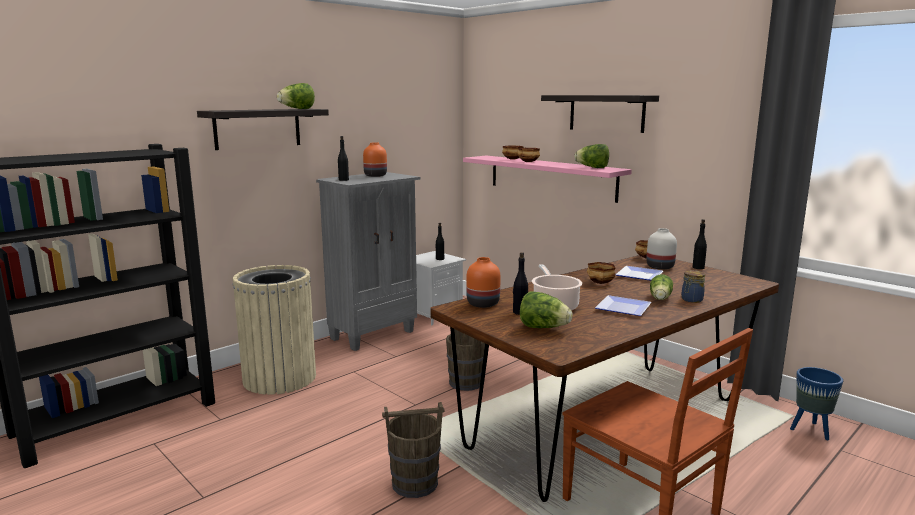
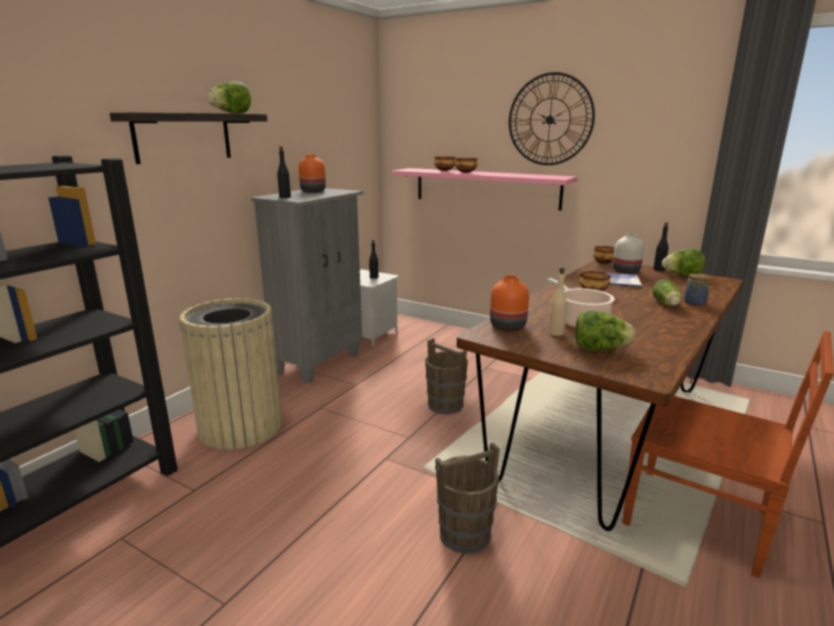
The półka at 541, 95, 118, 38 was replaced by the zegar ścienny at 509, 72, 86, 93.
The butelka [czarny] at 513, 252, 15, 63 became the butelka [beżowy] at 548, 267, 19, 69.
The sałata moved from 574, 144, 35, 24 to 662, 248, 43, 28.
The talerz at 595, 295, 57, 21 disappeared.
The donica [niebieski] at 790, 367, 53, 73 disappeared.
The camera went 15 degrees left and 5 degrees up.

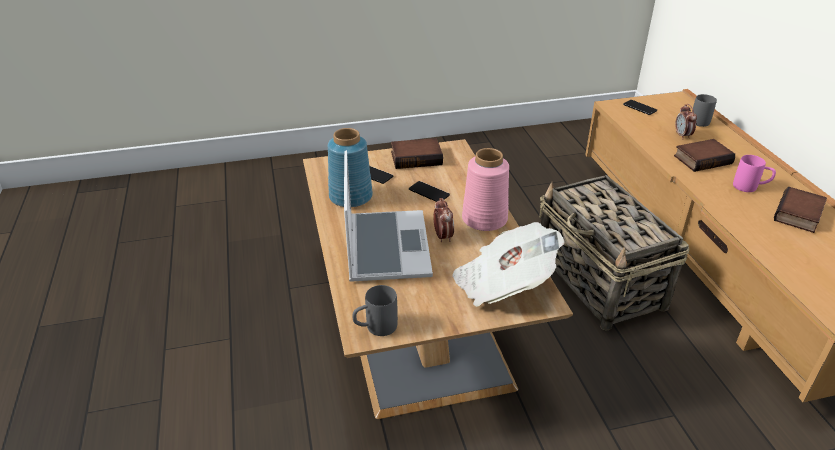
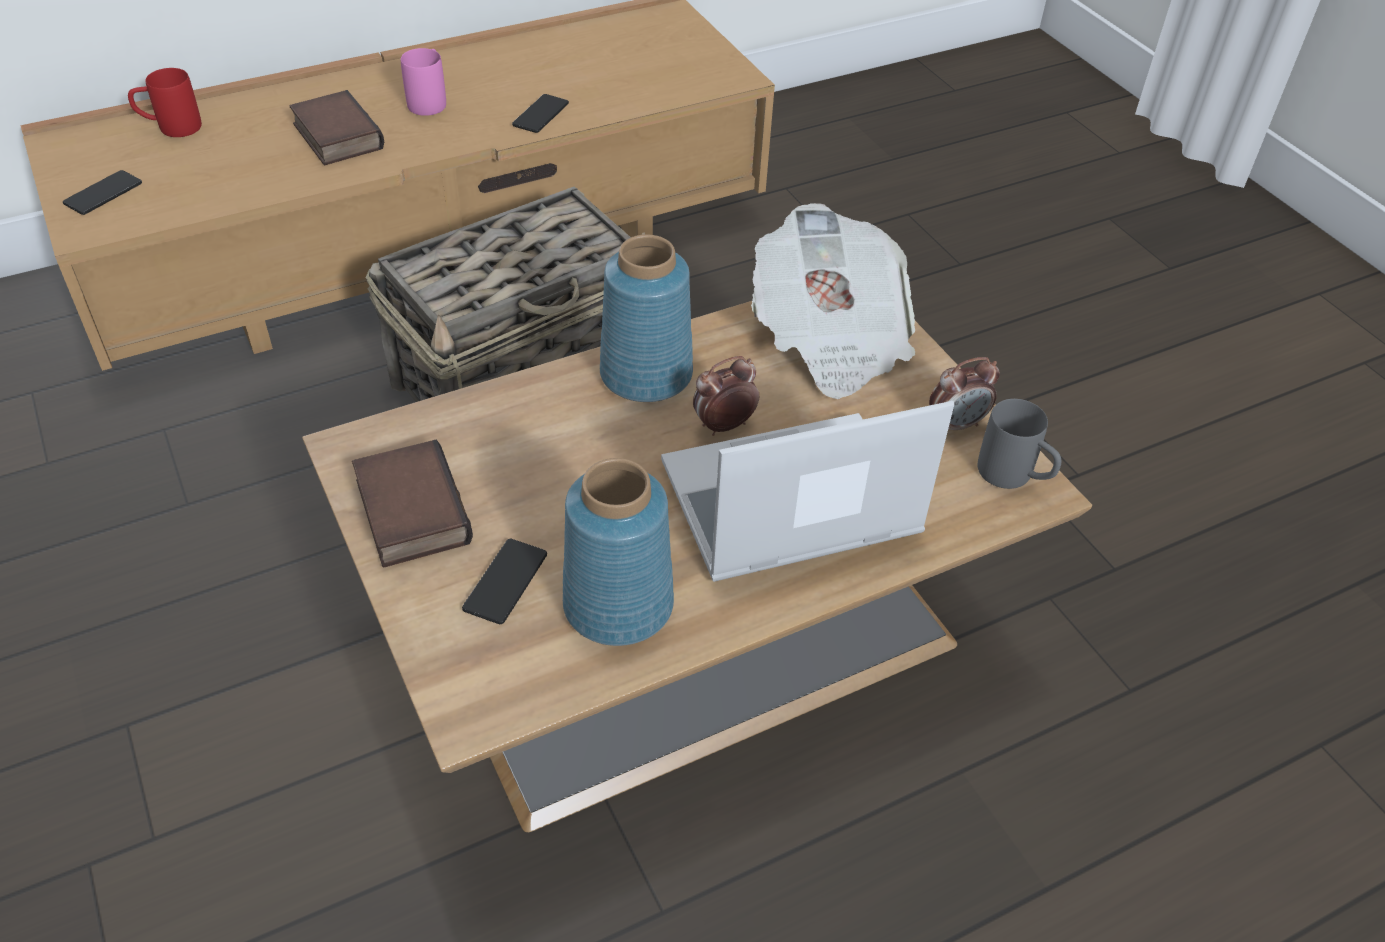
The kubek [szary] at 693, 94, 24, 33 became the kubek [czerwony] at 128, 68, 74, 69.
The telefon moved from 409, 181, 41, 21 to 512, 94, 57, 39.
The wazon [różowy] at 462, 148, 47, 83 became the wazon [niebieski] at 600, 234, 93, 168.
The budzik moved from 675, 104, 22, 36 to 929, 357, 71, 73.
The książka at 774, 186, 53, 47 disappeared.
The camera went 105 degrees left and 10 degrees up.

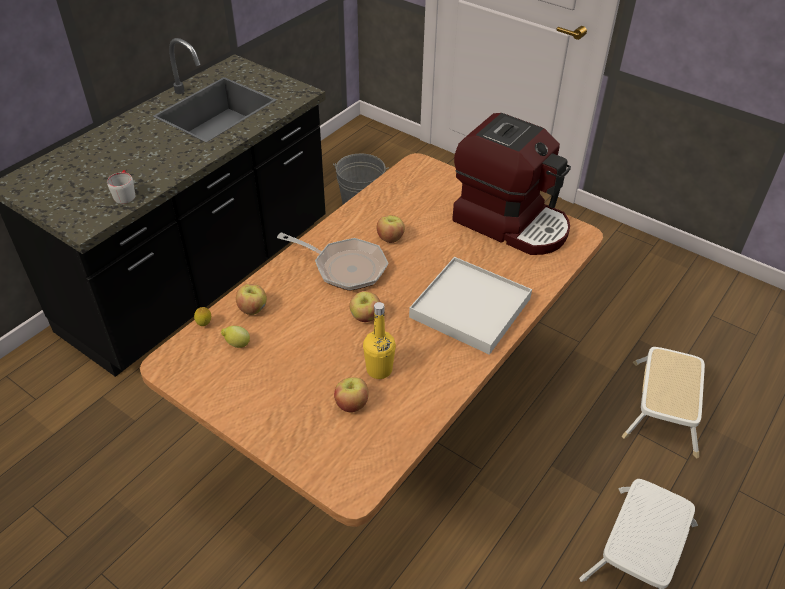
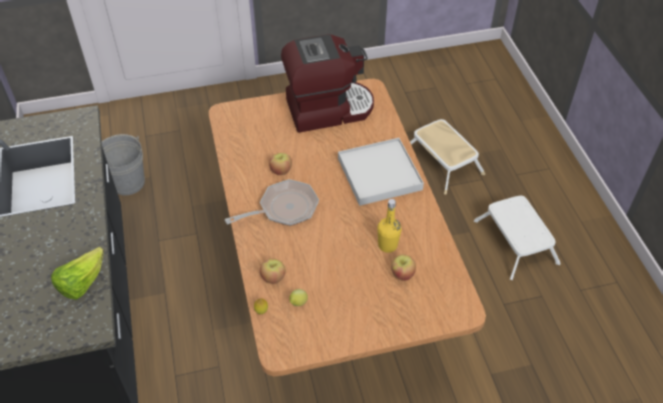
The kubek [szary] at 107, 170, 28, 34 was replaced by the sałata at 51, 247, 53, 53.
The jabłko at 349, 291, 32, 31 disappeared.
The camera went 50 degrees left and 5 degrees up.

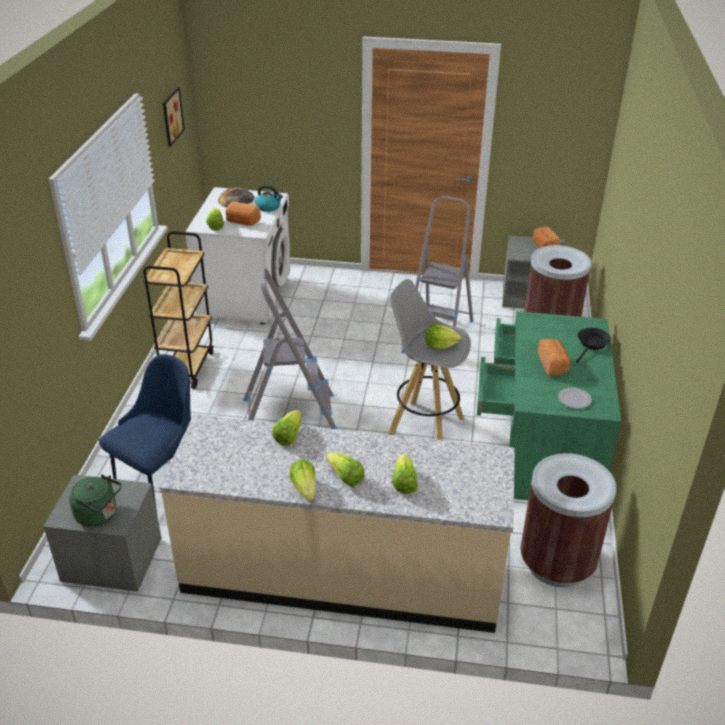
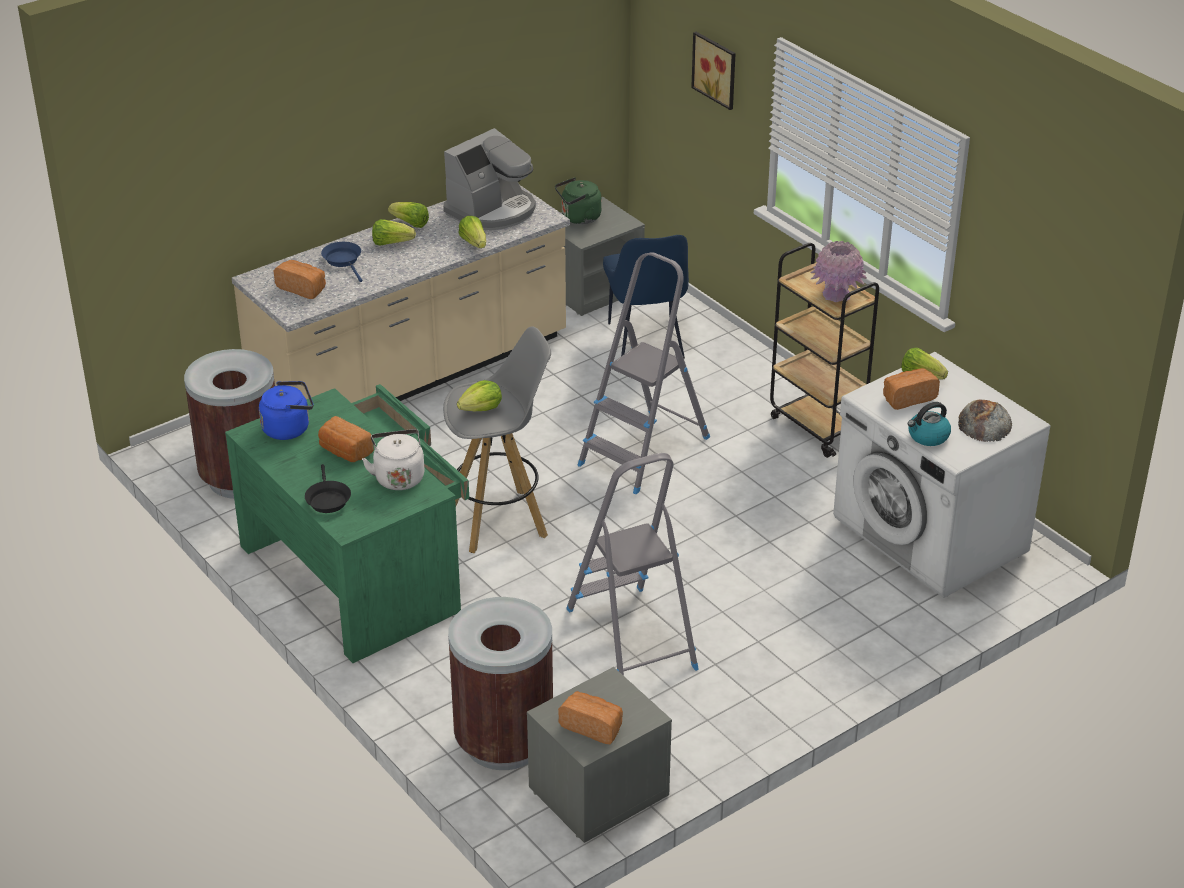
The talerz at 558, 388, 34, 21 was replaced by the czajnik [niebieski] at 259, 381, 54, 59.
The chleb at 274, 260, 52, 39 appeared.
The sałata at 392, 454, 26, 40 was replaced by the patelnia [niebieski] at 321, 242, 41, 40.
The czajnik [biały] at 362, 429, 63, 61 appeared.
The ekspres do kawy at 443, 128, 93, 102 appeared.
The obraz moved from 163, 87, 22, 59 to 691, 32, 45, 78.
The wazon [różowy] at 811, 241, 56, 61 appeared.
The camera went 135 degrees right and 0 degrees up.

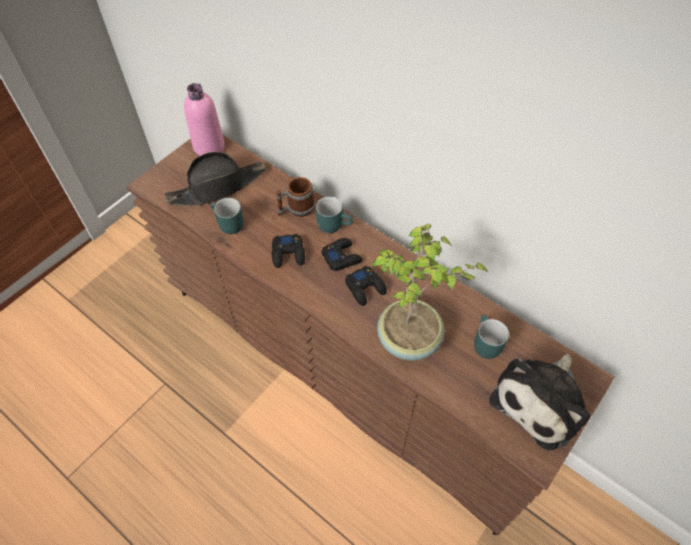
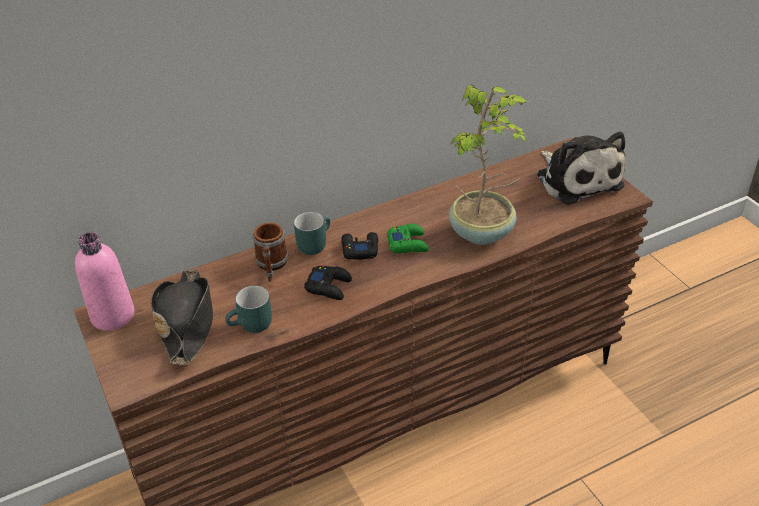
The pad do gier [czarny] at 345, 266, 42, 40 became the pad do gier [zielony] at 387, 224, 42, 29.
The kubek [turkusowy] at 474, 315, 35, 44 disappeared.
The camera went 65 degrees left and 15 degrees down.

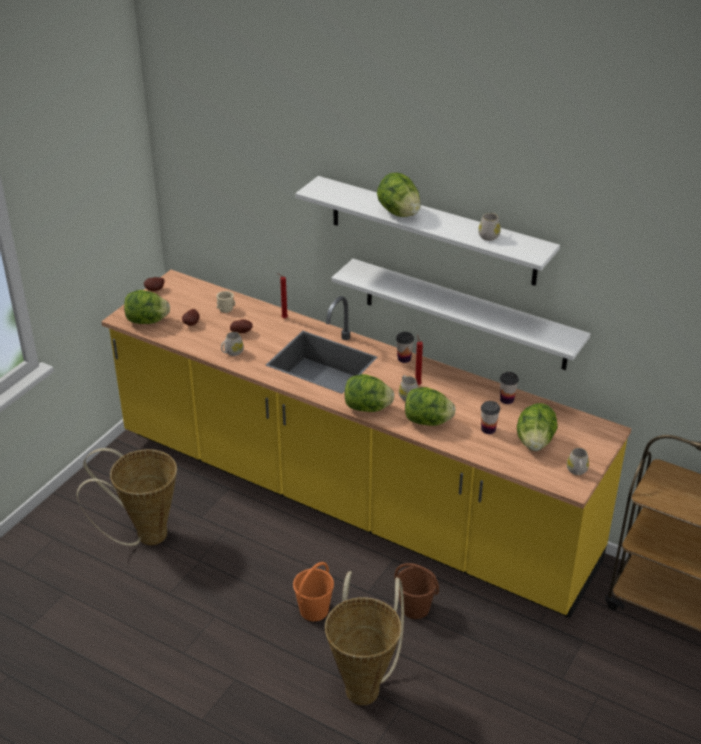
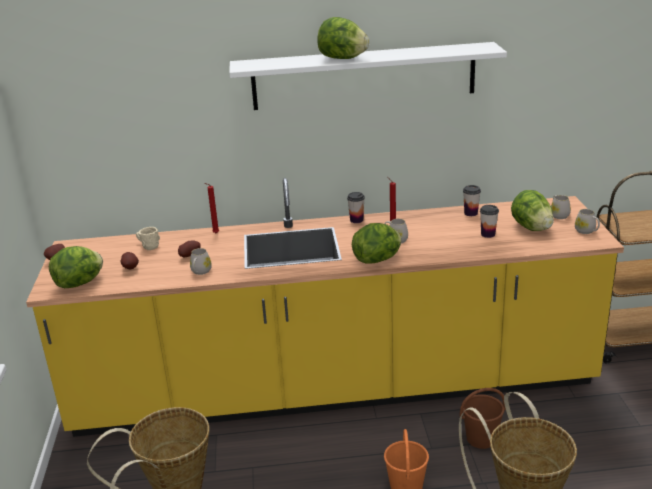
The kubek [biały] moved from 478, 213, 23, 28 to 551, 195, 20, 24.
The półka [biały] at 331, 259, 259, 111 disappeared.
The sałata at 405, 387, 51, 39 disappeared.
The camera went 35 degrees left and 10 degrees down.

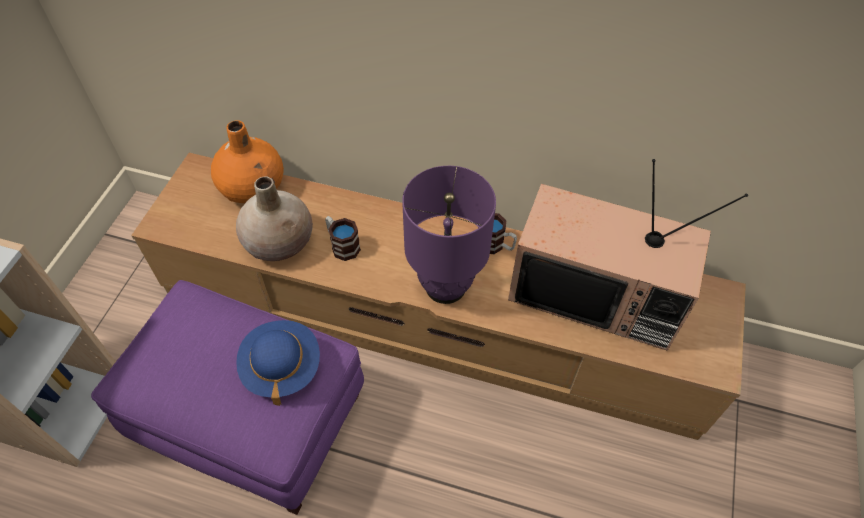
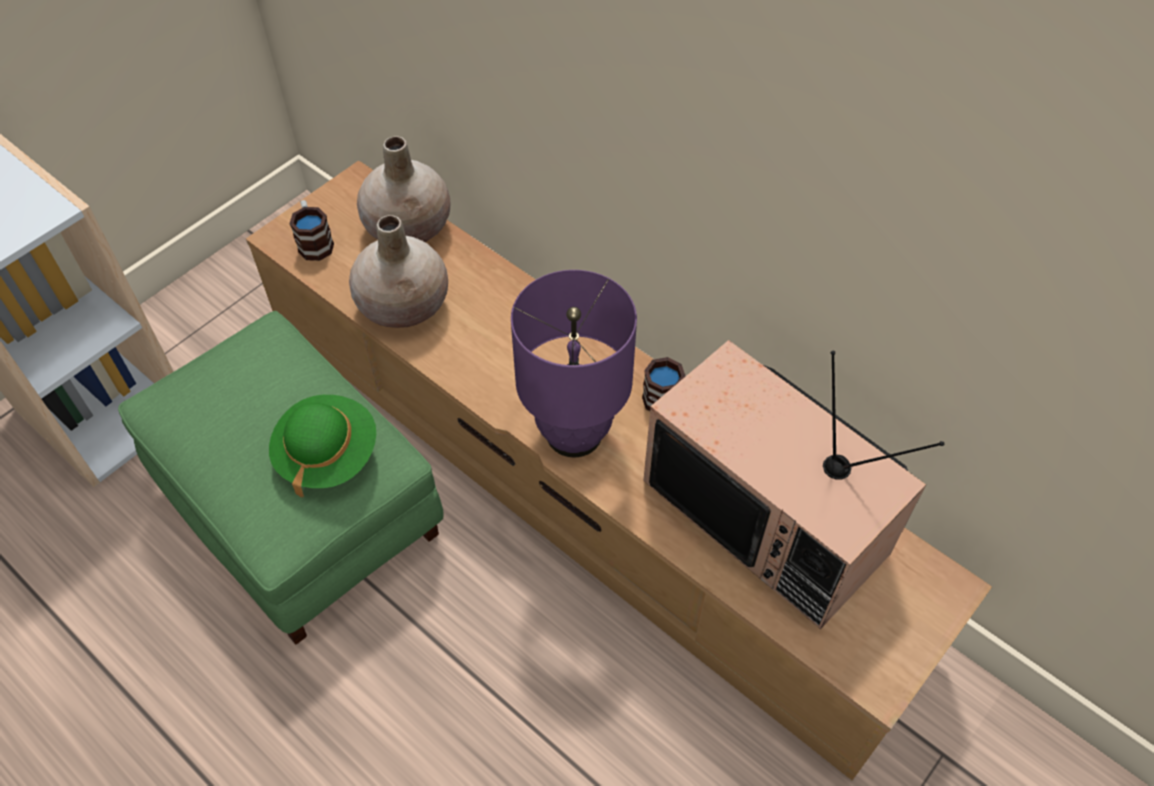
The pufa [fioletowy] at 91, 280, 273, 235 became the pufa [zielony] at 118, 311, 325, 333.
The kapelusz [niebieski] at 236, 320, 84, 86 became the kapelusz [zielony] at 269, 395, 107, 103.
The kubek moved from 325, 216, 36, 45 to 289, 200, 45, 61.
The wazon [pomarańczowy] at 211, 120, 73, 83 became the wazon [beżowy] at 357, 136, 93, 106.
The camera went 25 degrees right and 0 degrees up.

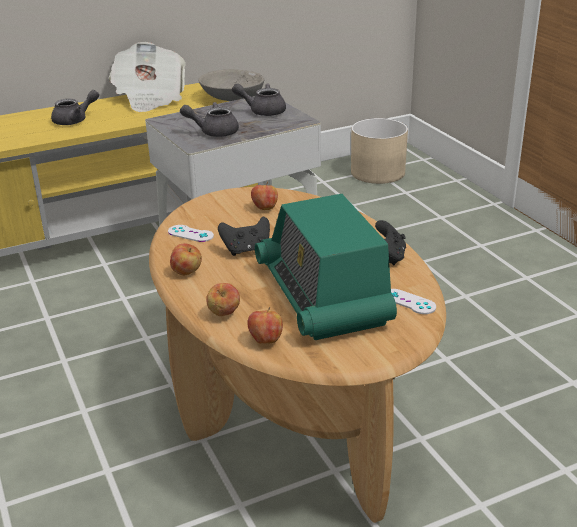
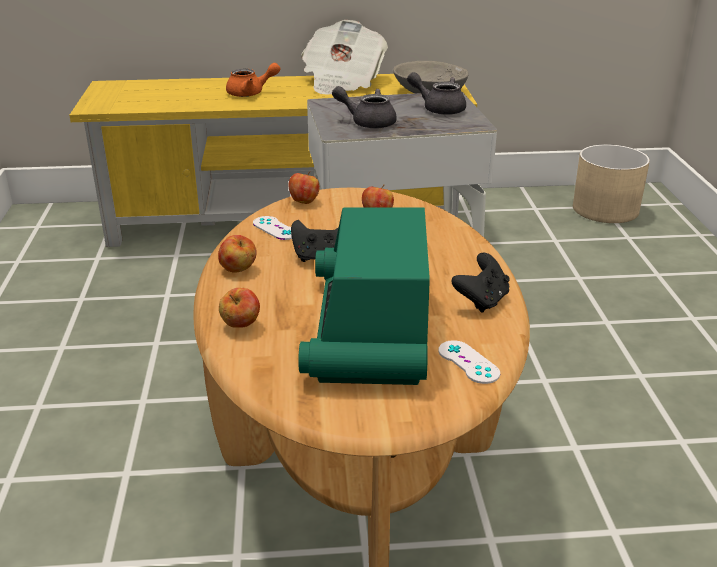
The imbryk [szary] at 51, 90, 48, 35 became the imbryk [pomarańczowy] at 226, 63, 55, 34.
The jabłko moved from 247, 307, 36, 36 to 288, 171, 32, 33.
The camera went 20 degrees right and 0 degrees up.

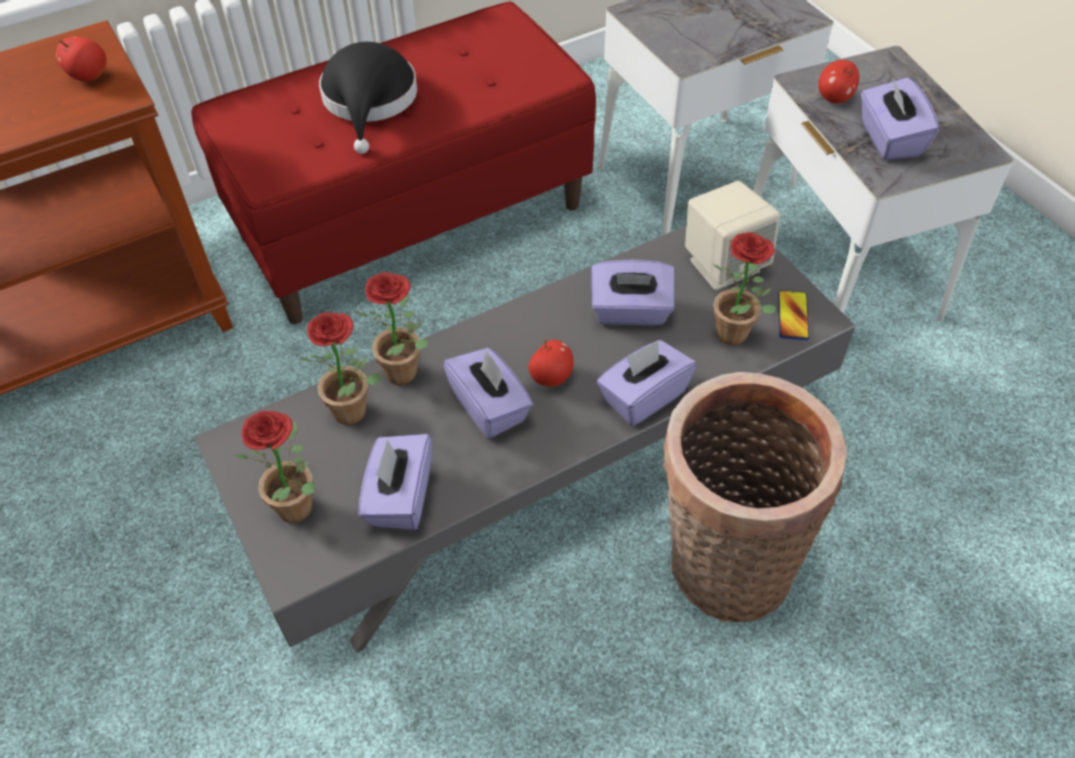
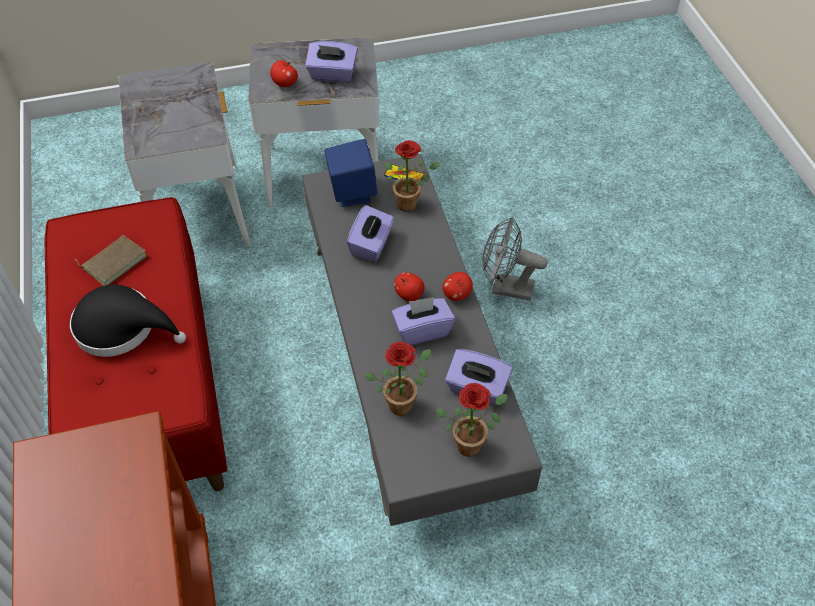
The książka [brązowy] at 74, 235, 73, 51 appeared.
The głośnik [beżowy] at 685, 181, 95, 109 became the głośnik [niebieski] at 324, 139, 54, 68.
The jabłko moved from 56, 37, 51, 45 to 442, 272, 31, 29.
The koszyk at 663, 372, 184, 250 was replaced by the wentylator [szary] at 482, 217, 65, 83.
The roślina doniczkowa at 356, 272, 72, 113 disappeared.
The pudełko chusteczek [fioletowy] at 597, 340, 100, 86 disappeared.
The camera went 75 degrees left and 0 degrees up.

